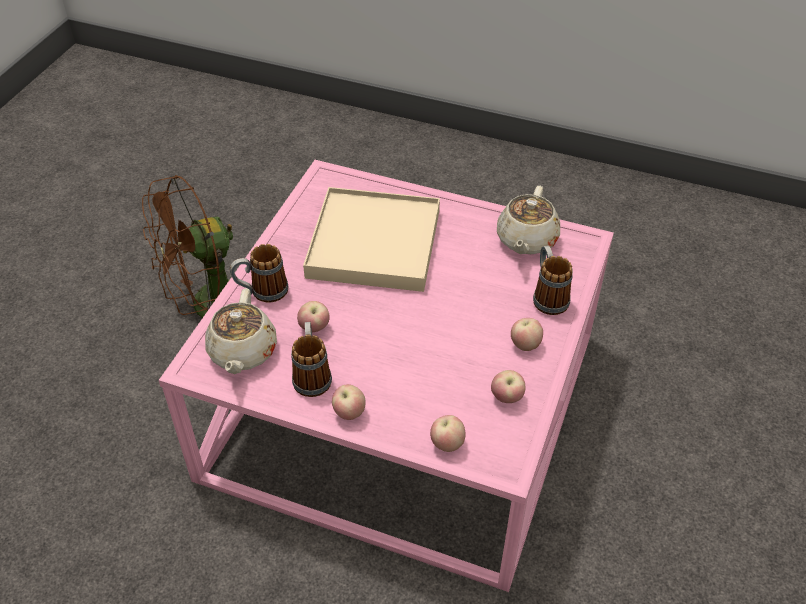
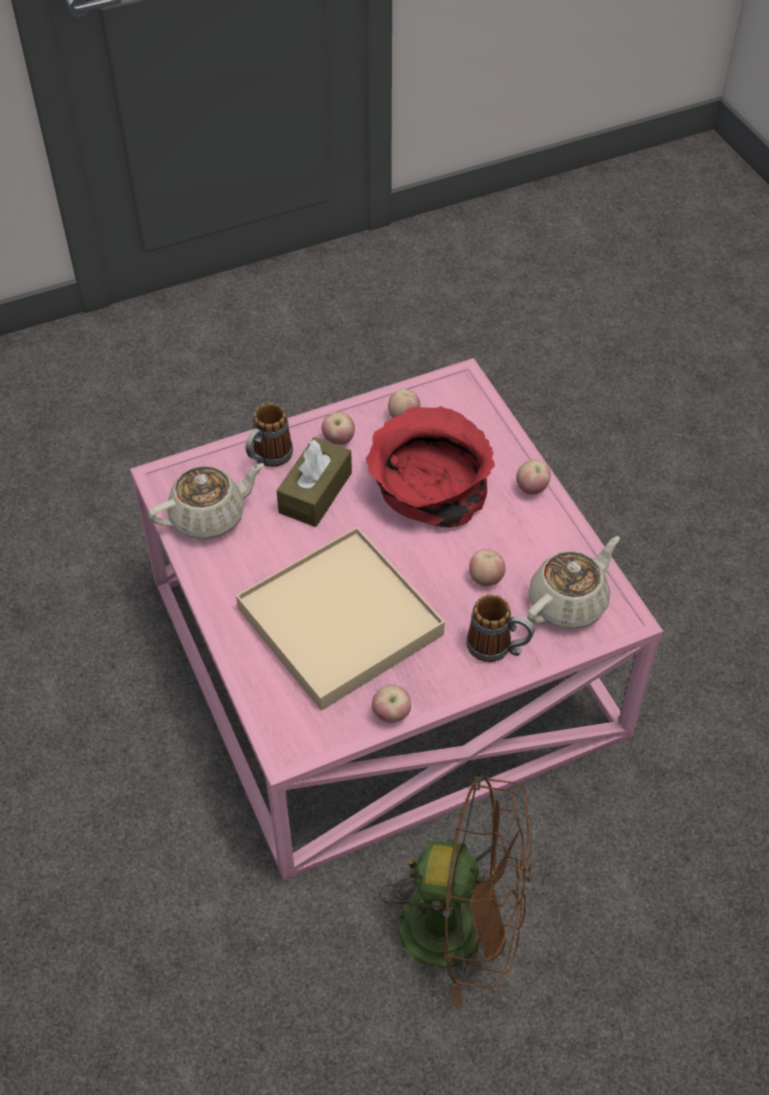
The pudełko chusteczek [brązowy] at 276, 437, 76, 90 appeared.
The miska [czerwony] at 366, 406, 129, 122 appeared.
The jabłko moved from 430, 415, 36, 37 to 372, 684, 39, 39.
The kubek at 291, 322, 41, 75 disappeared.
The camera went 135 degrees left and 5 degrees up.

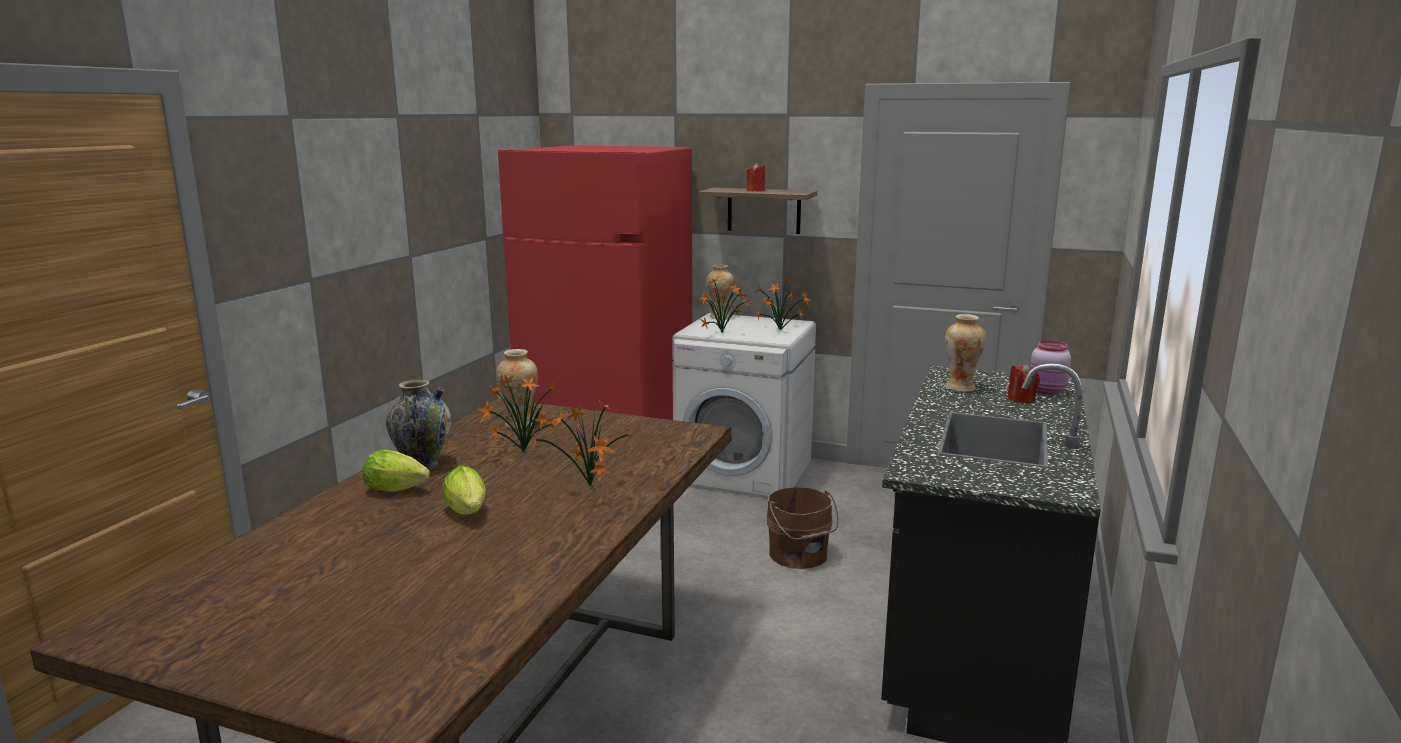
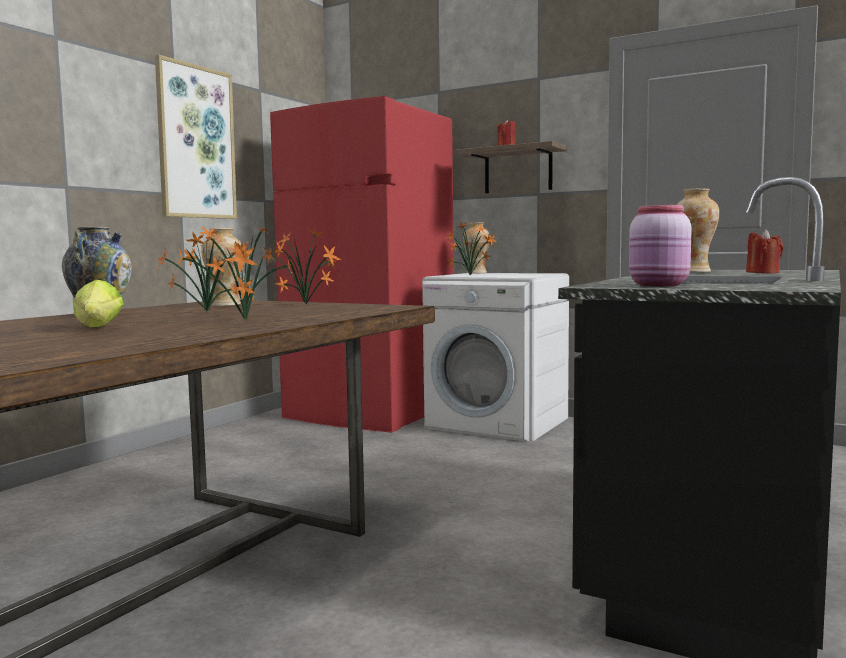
The obraz at 155, 55, 82, 164 appeared.
The roślina doniczkowa moved from 755, 276, 56, 54 to 262, 227, 79, 78.
The słoik [różowy] moved from 1030, 340, 41, 55 to 629, 205, 62, 82.
The sałata at 363, 450, 67, 42 disappeared.
The wiadro [brązowy] at 766, 487, 72, 82 disappeared.
The camera went 10 degrees right and 10 degrees down.

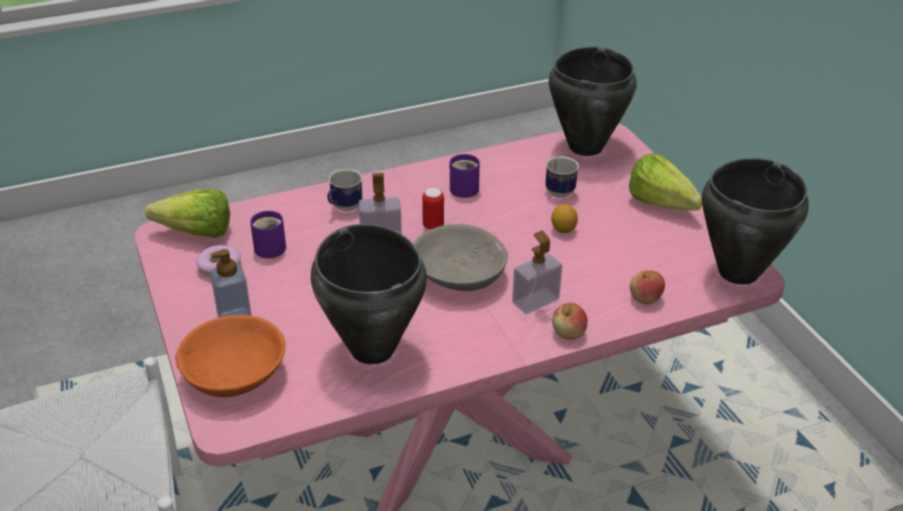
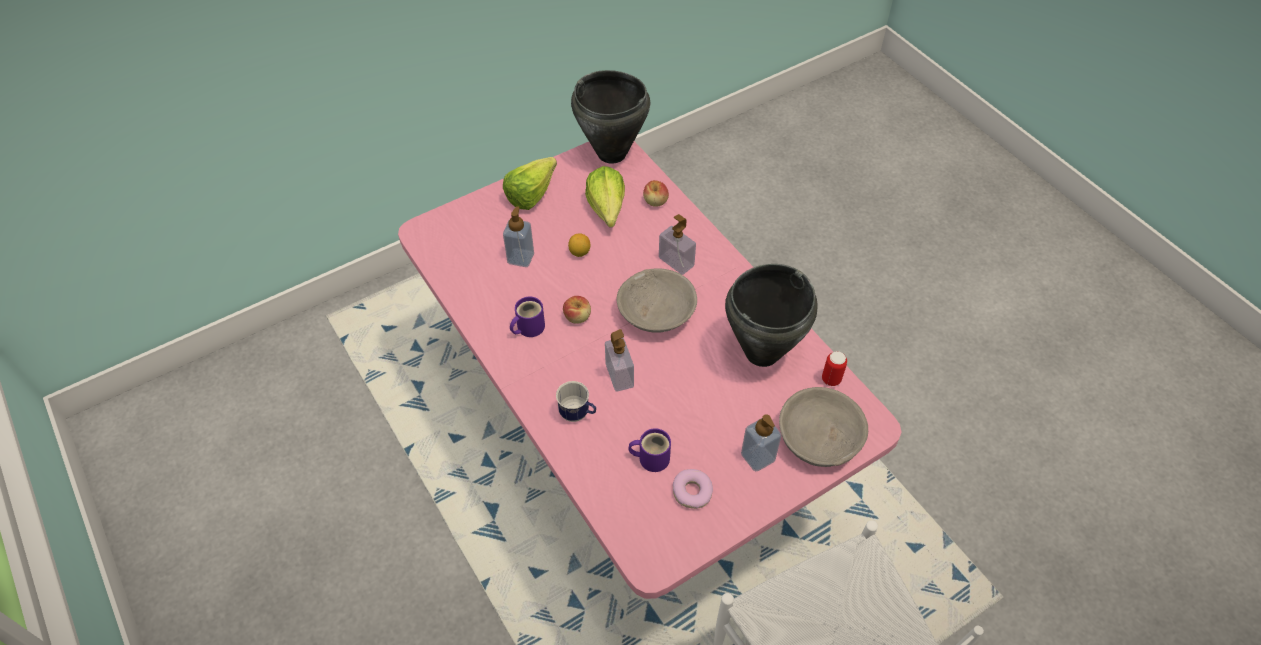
The kubek at 545, 156, 34, 42 was replaced by the dozownik mydła at 503, 206, 31, 61.
The jabłko moved from 552, 303, 36, 37 to 563, 296, 28, 28.
The sałata moved from 145, 189, 85, 49 to 585, 166, 40, 61.
The miska [pomarańczowy] at 175, 315, 110, 82 became the miska [szary] at 779, 387, 89, 80.
The puszka moved from 422, 187, 22, 43 to 822, 351, 25, 35.
The garnek [czarny] at 549, 47, 88, 109 disappeared.
The camera went 100 degrees left and 15 degrees up.

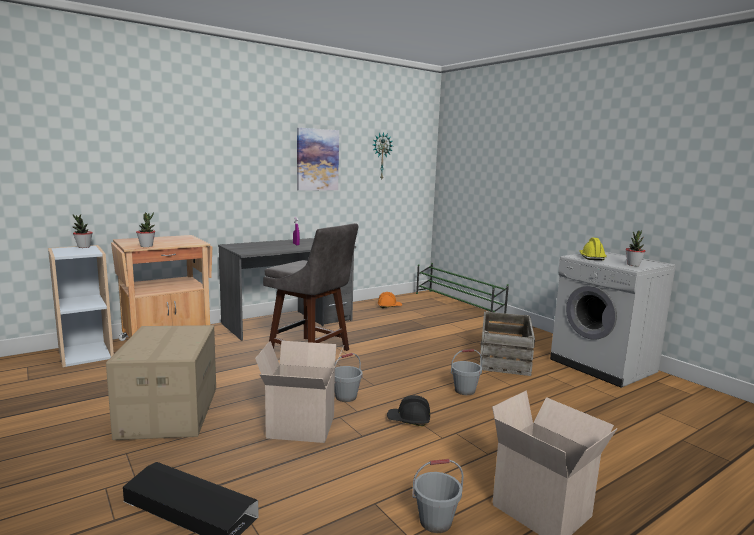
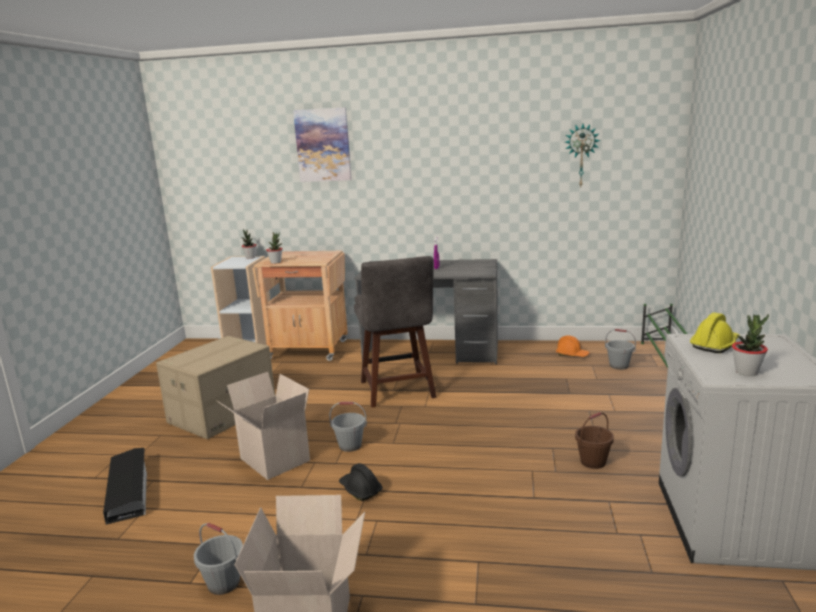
The obraz moved from 297, 128, 42, 63 to 293, 107, 59, 75.
The skrzynka at 480, 311, 55, 65 was replaced by the wiadro [brązowy] at 575, 412, 39, 57.
The wiadro [szary] moved from 451, 349, 31, 46 to 605, 329, 31, 41.
The camera went 45 degrees right and 5 degrees up.

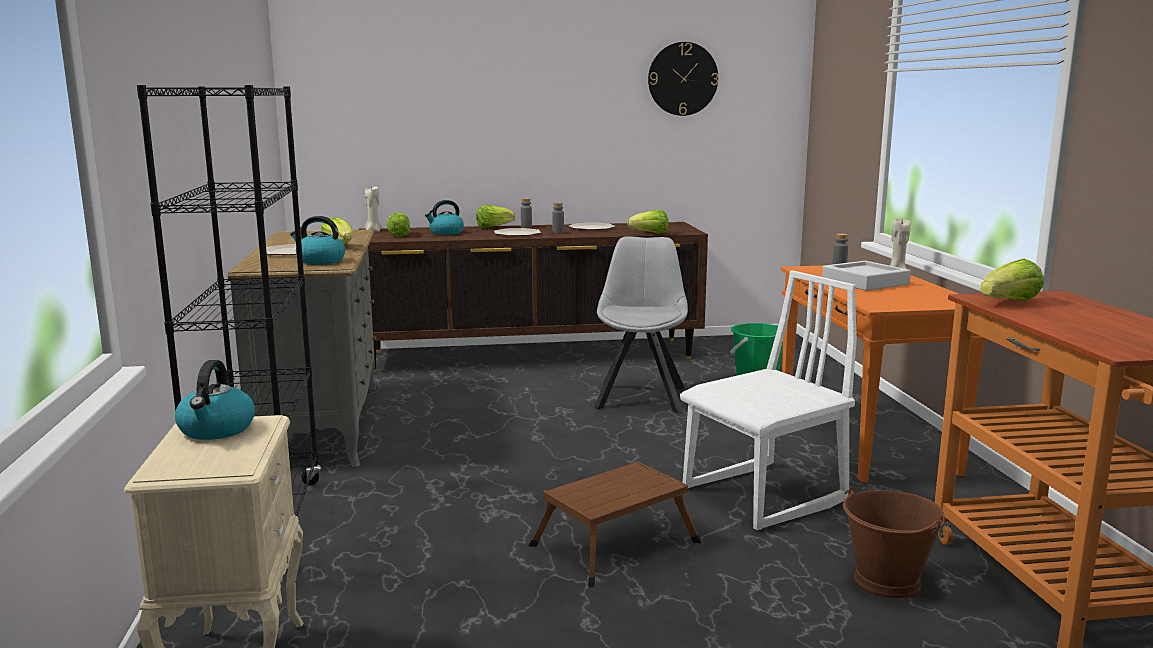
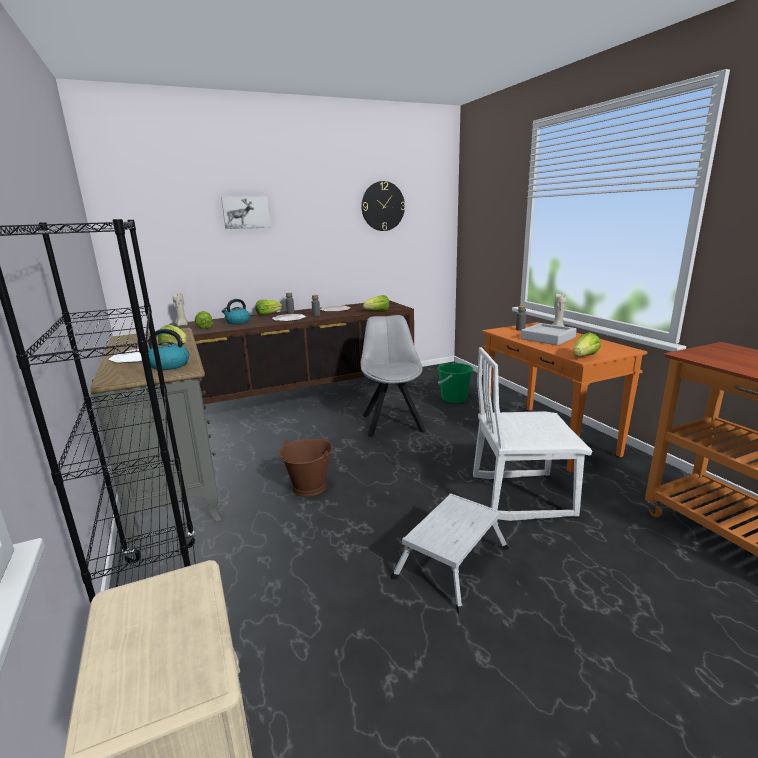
The obraz at 221, 196, 49, 33 appeared.
The wiadro [brązowy] moved from 843, 486, 102, 112 to 279, 439, 53, 58.
The drabinka [brązowy] at 528, 461, 174, 126 became the drabinka [biały] at 390, 493, 120, 122.
The krzesło [biały] at 680, 270, 177, 261 turned 135 degrees counterclockwise.
The sałata moved from 981, 259, 63, 41 to 573, 332, 28, 24.
The czajnik at 175, 360, 80, 80 disappeared.
The camera went 15 degrees left and 5 degrees up.

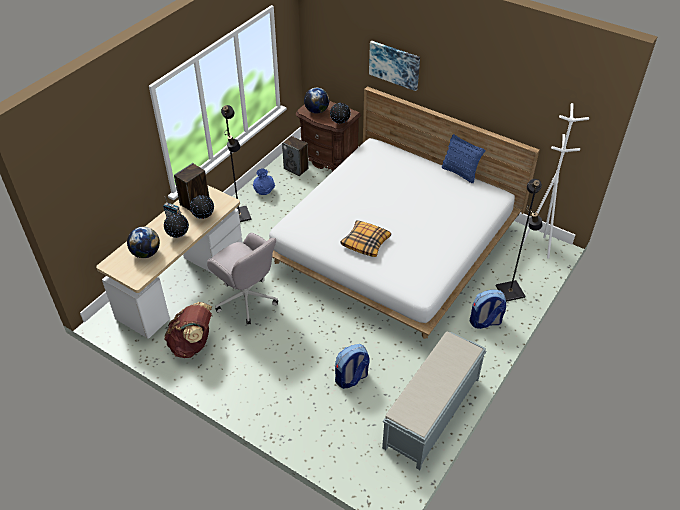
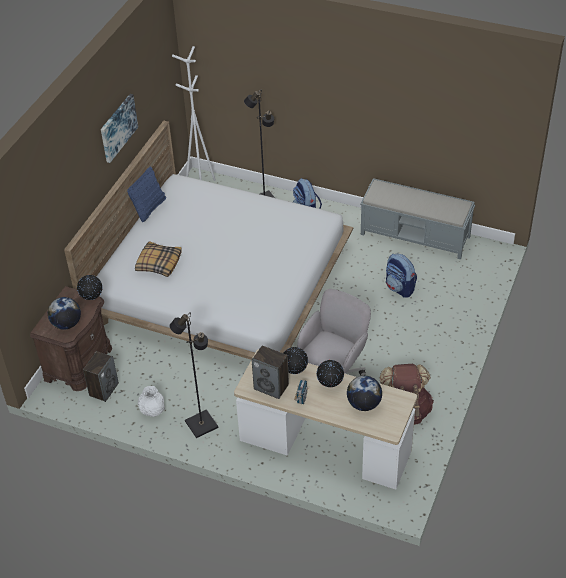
The obraz moved from 369, 41, 51, 50 to 101, 94, 37, 69.
The poduszka moved from 341, 220, 50, 37 to 135, 241, 47, 36.
The wazon [niebieski] at 253, 168, 22, 27 became the wazon [biały] at 138, 386, 27, 31.
The camera went 100 degrees left and 0 degrees up.

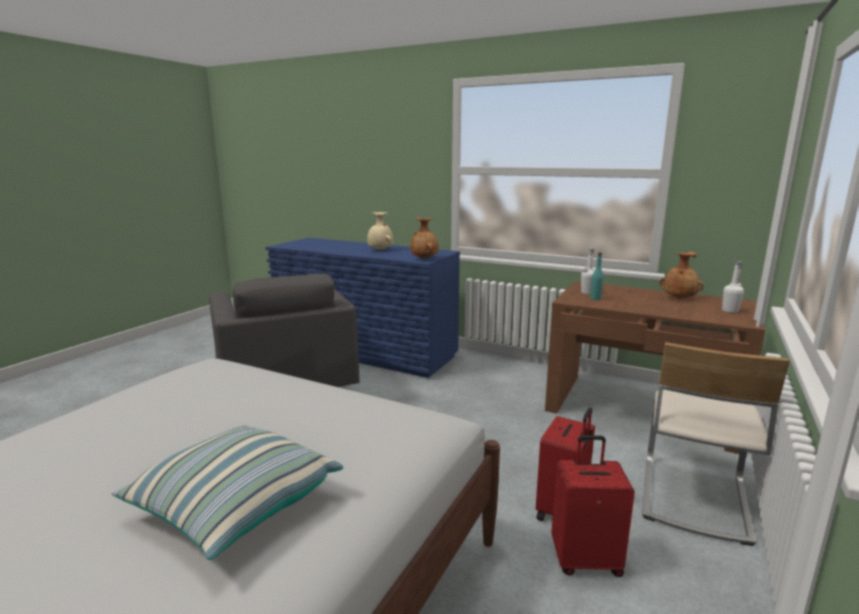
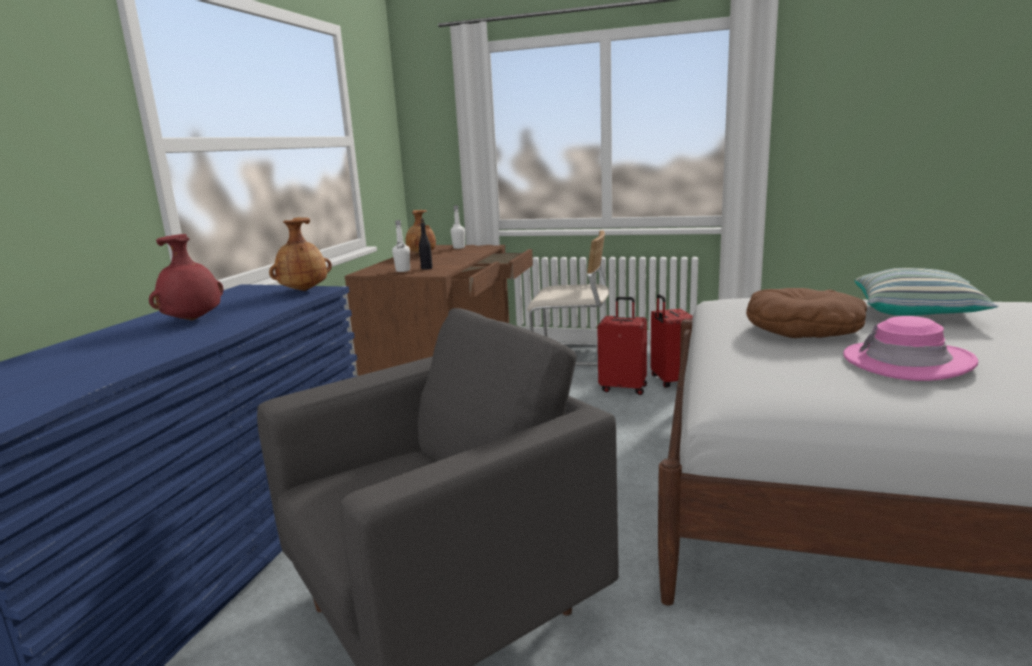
The wazon [beżowy] at 367, 212, 26, 39 became the wazon [czerwony] at 149, 234, 74, 86.
The butelka [turkusowy] at 590, 252, 13, 48 became the butelka [czarny] at 419, 218, 14, 52.
The poduszka [brązowy] at 746, 288, 121, 50 appeared.
The kapelusz [różowy] at 843, 316, 135, 65 appeared.
The camera went 100 degrees left and 0 degrees up.

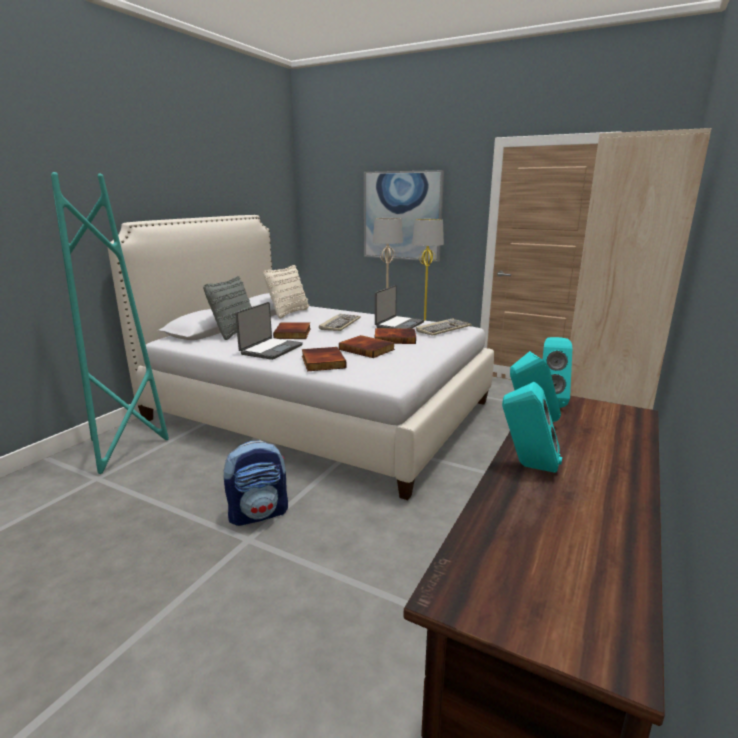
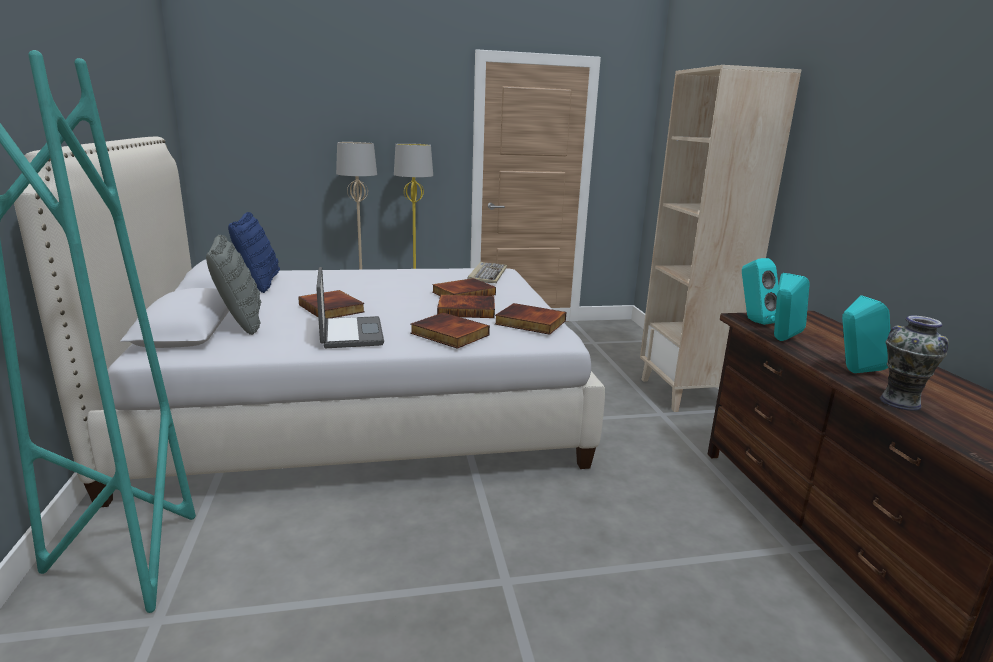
The poduszka [beżowy] at 263, 265, 47, 54 became the poduszka [niebieski] at 228, 212, 52, 81.
The książka at 495, 303, 71, 32 appeared.
The wazon at 880, 316, 69, 95 appeared.
The plecak at 223, 441, 65, 85 disappeared.
The klawiatura at 319, 313, 42, 18 disappeared.
The obraz at 364, 170, 80, 92 disappeared.
The laptop at 375, 285, 49, 44 disappeared.
The camera went 40 degrees left and 0 degrees up.

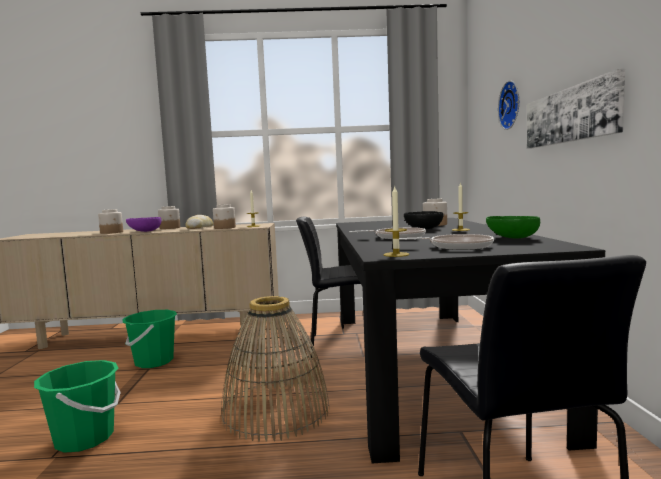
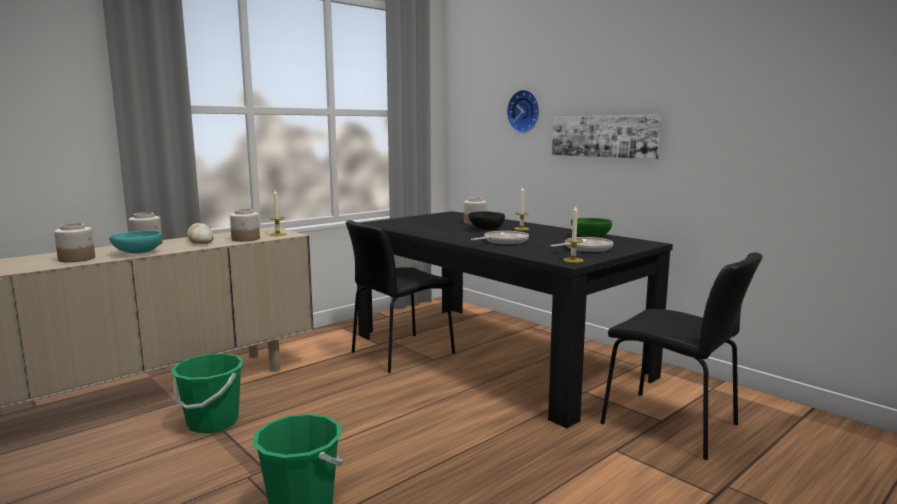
The miska [fioletowy] at 126, 217, 35, 15 became the miska [turkusowy] at 109, 231, 53, 22.
The koszyk at 221, 296, 108, 146 disappeared.
The camera went 40 degrees left and 5 degrees up.

